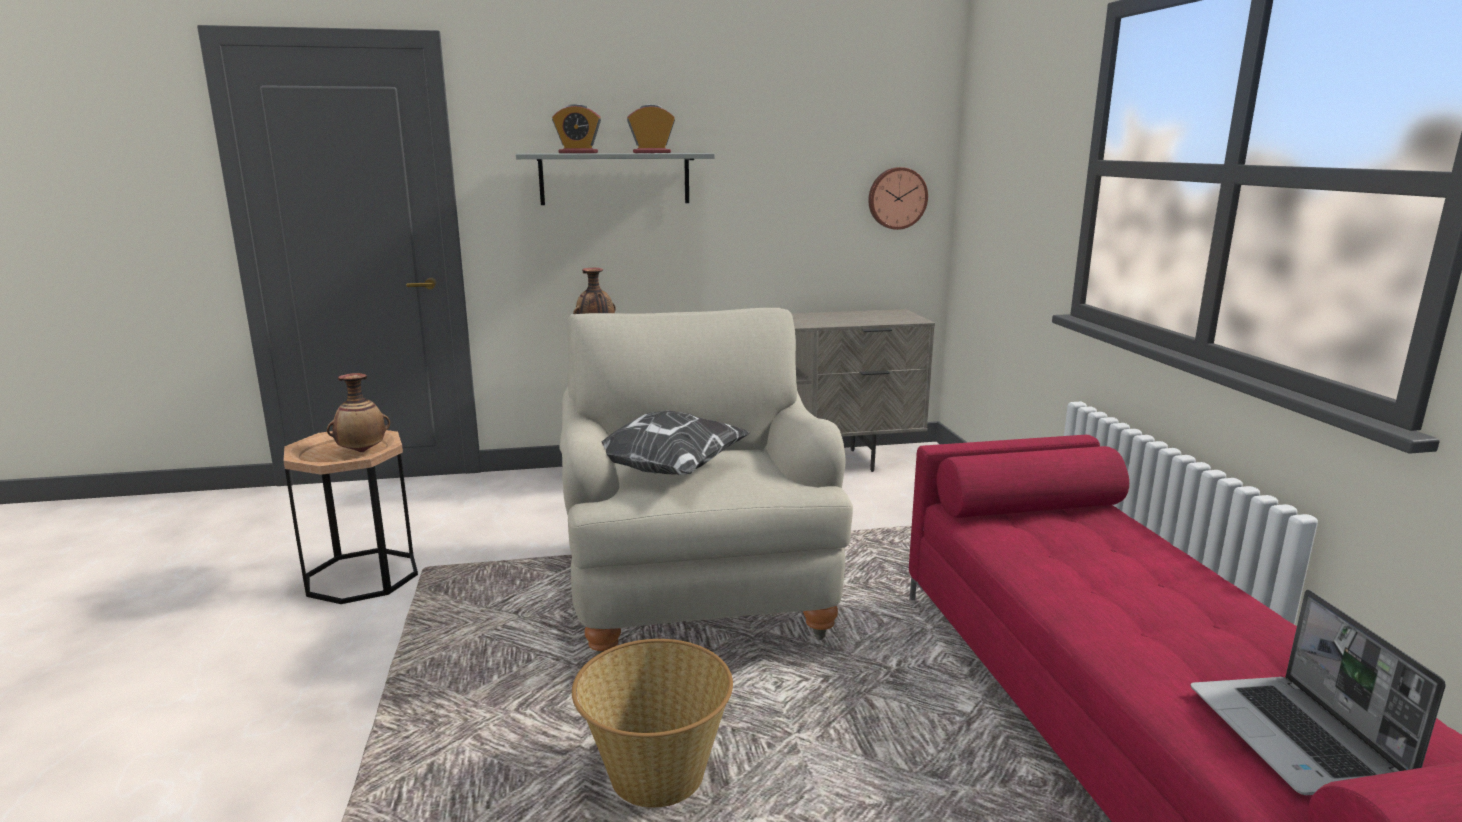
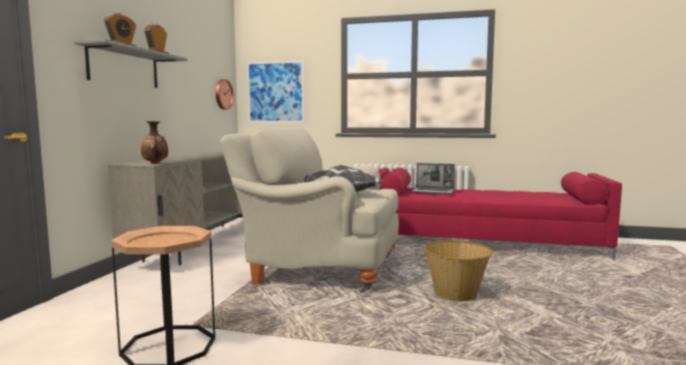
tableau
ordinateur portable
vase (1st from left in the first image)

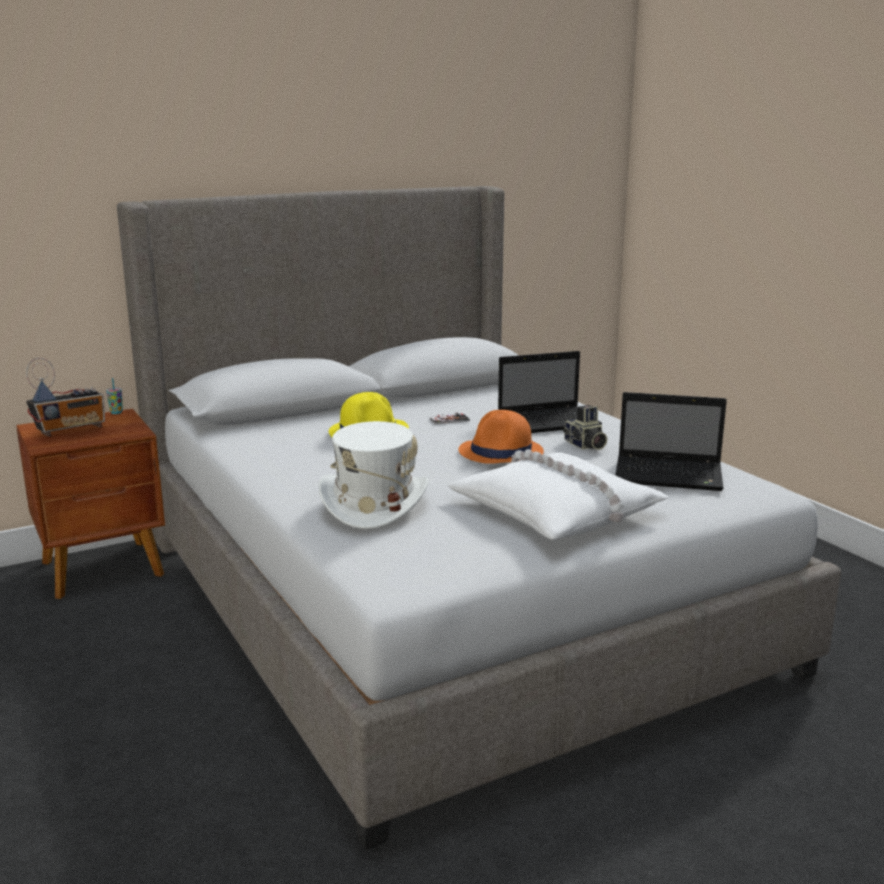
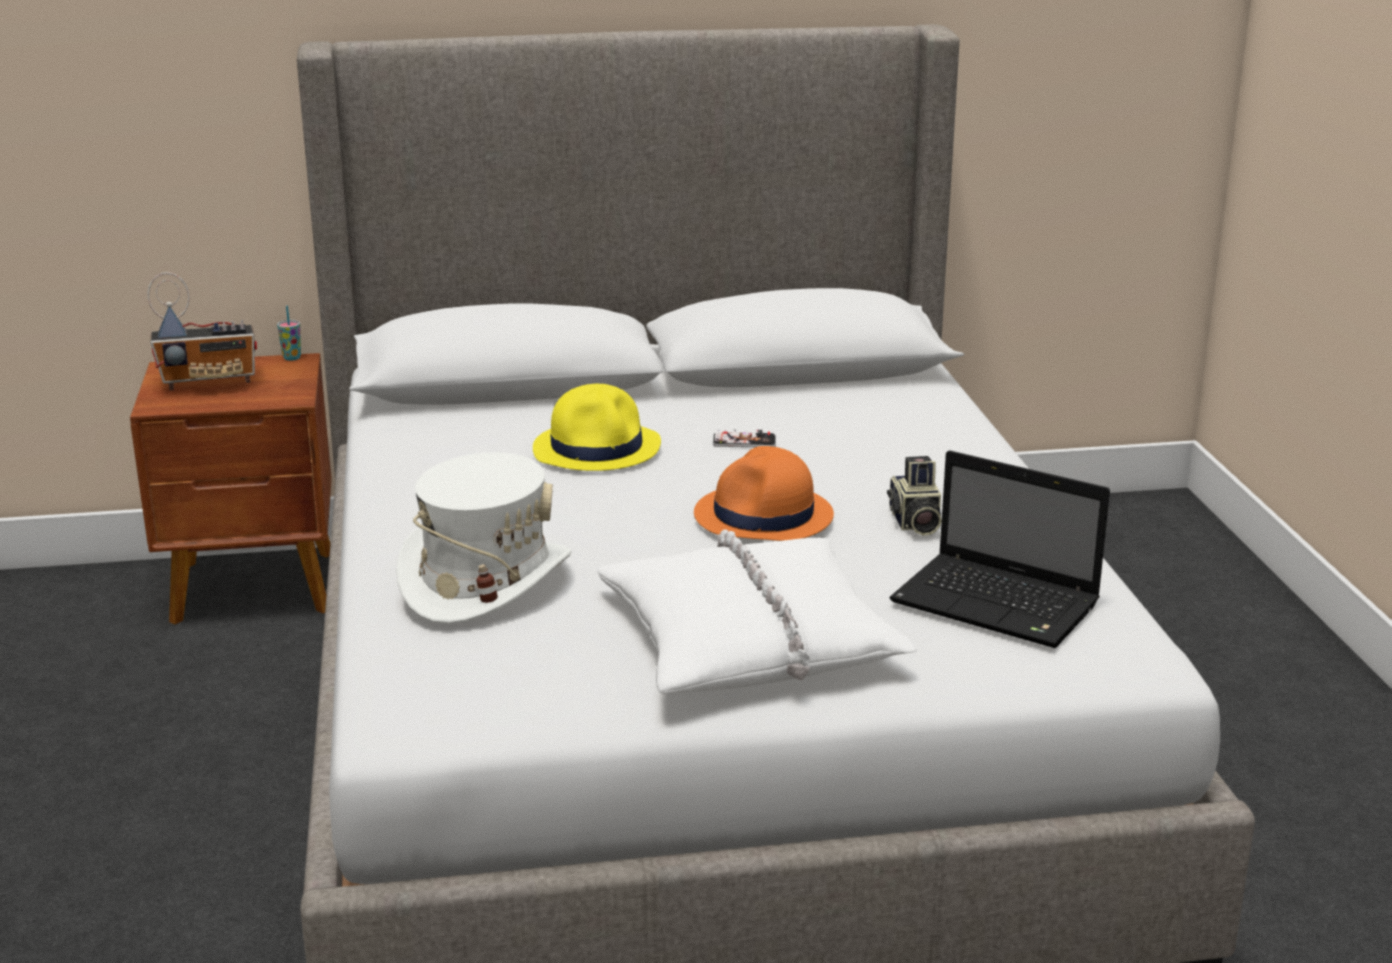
ordinateur portable (1st from left in the first image)

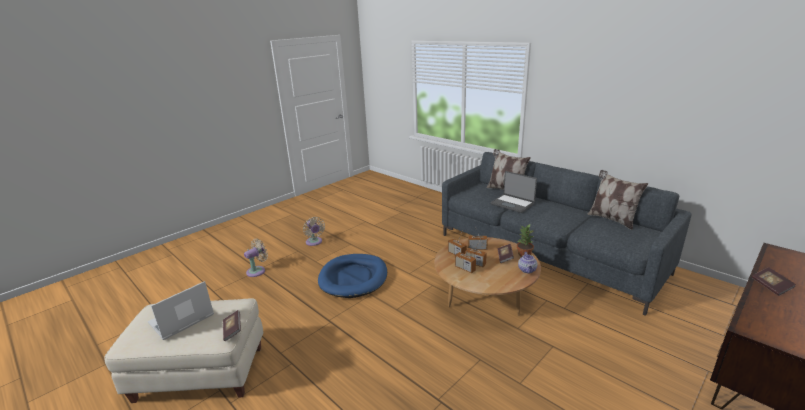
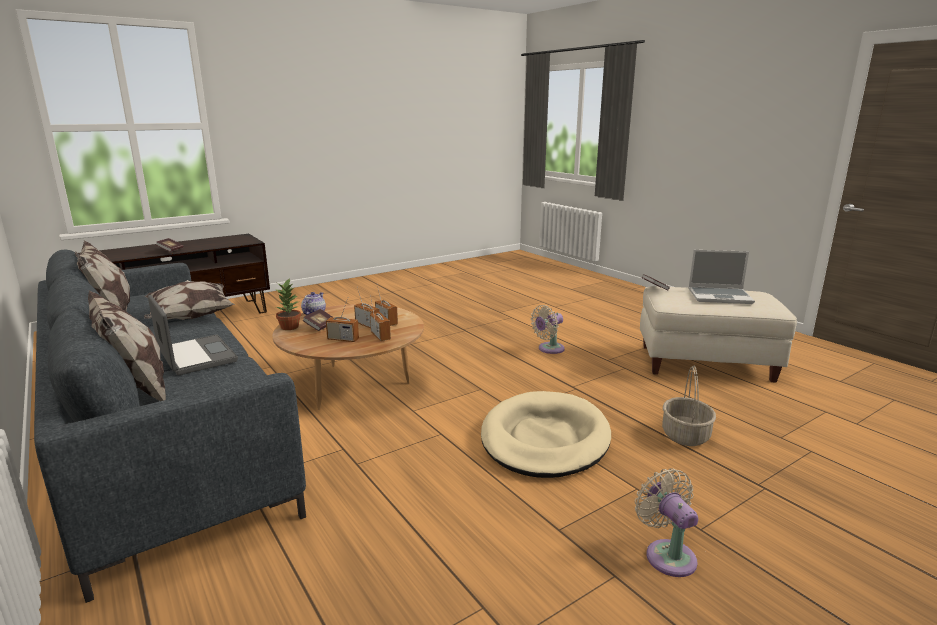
coussin (3rd from left)
panier pour chien (beige)
ventilateur (beige) (1st from left)
panier
ordinateur portable (2nd from left)

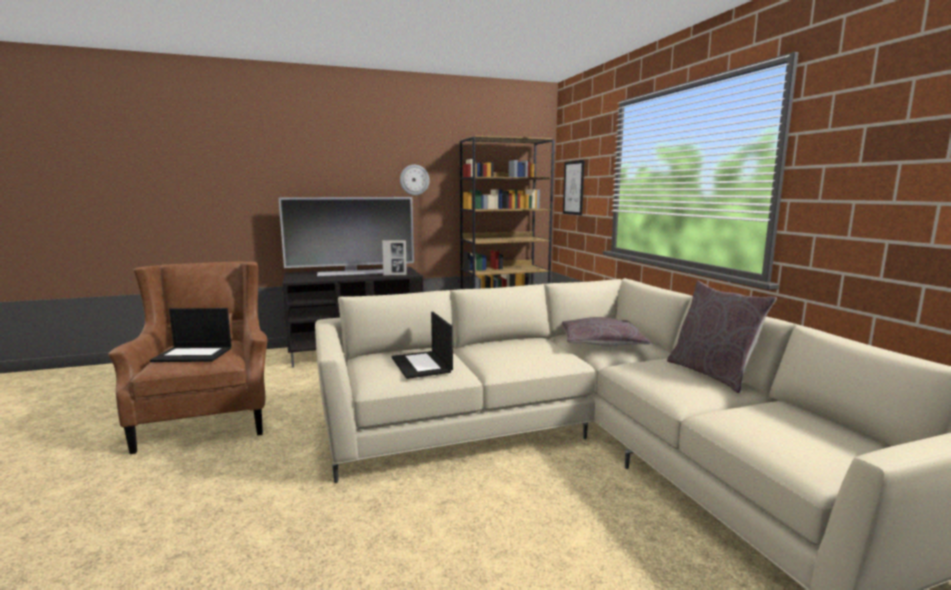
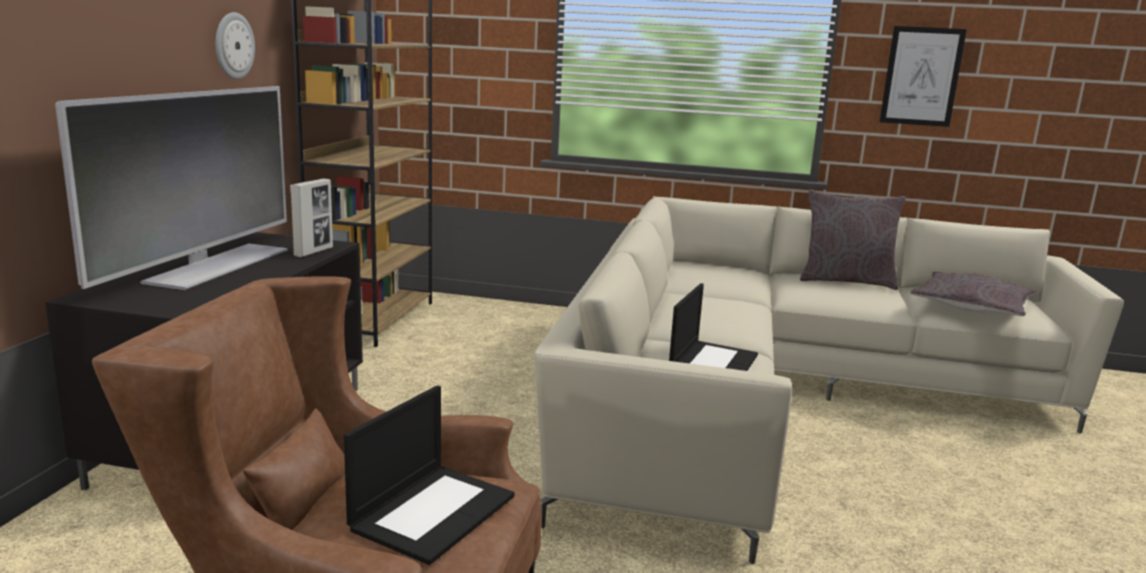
ordinateur portable (2nd from left)
tableau
coussin (gris) (2nd from left)

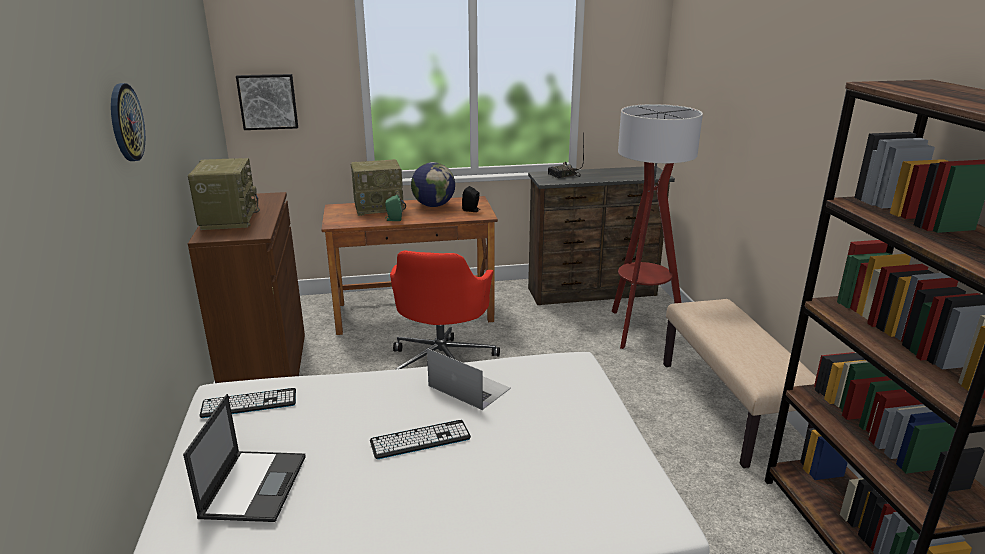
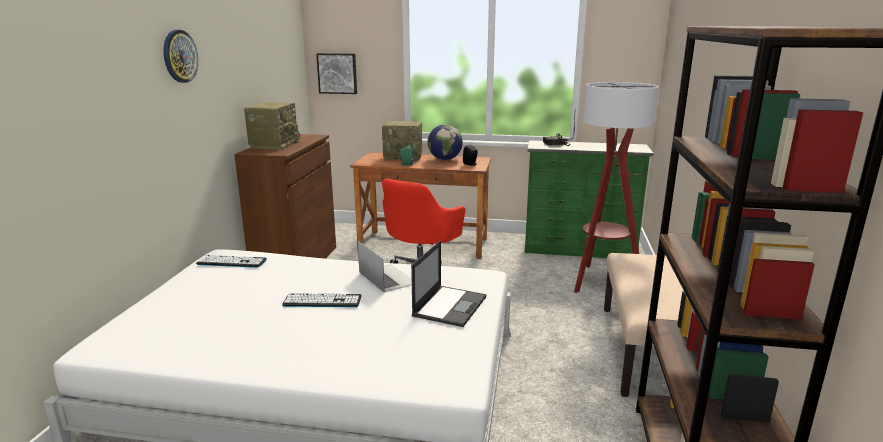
ordinateur portable (2nd from left)
commode (vert)

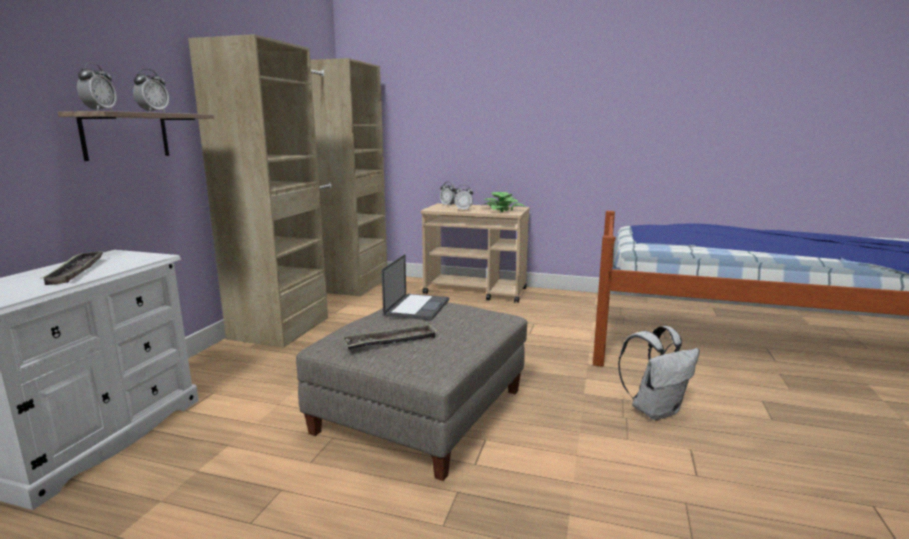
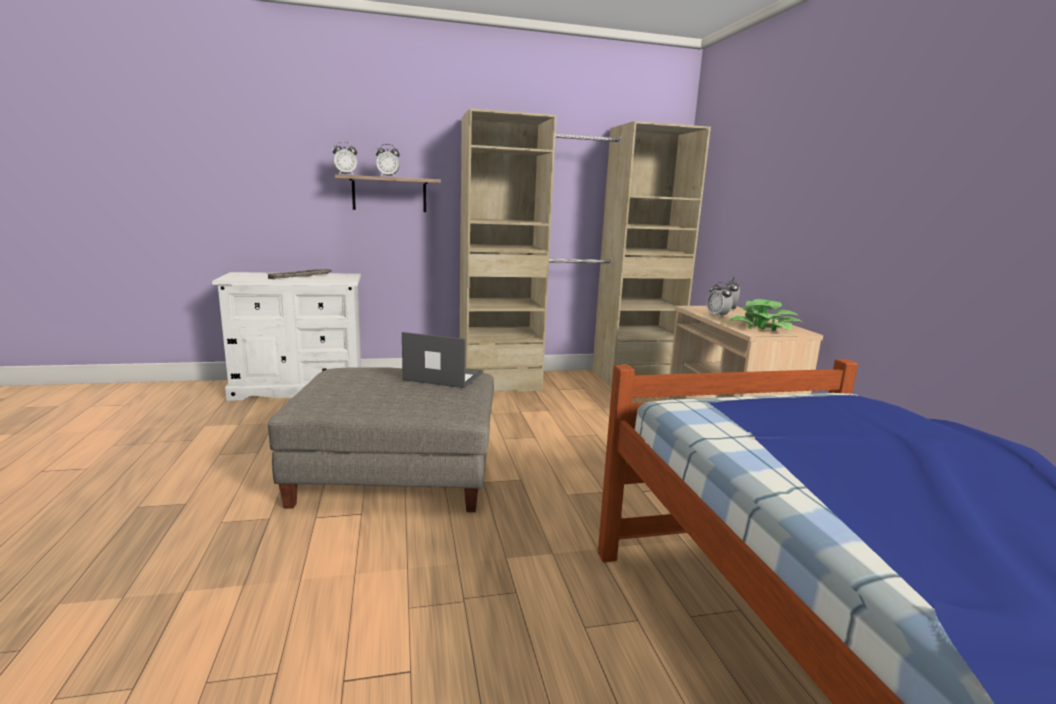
ordinateur portable
plateau (2nd from left in the first image)
sac à dos (blanc)

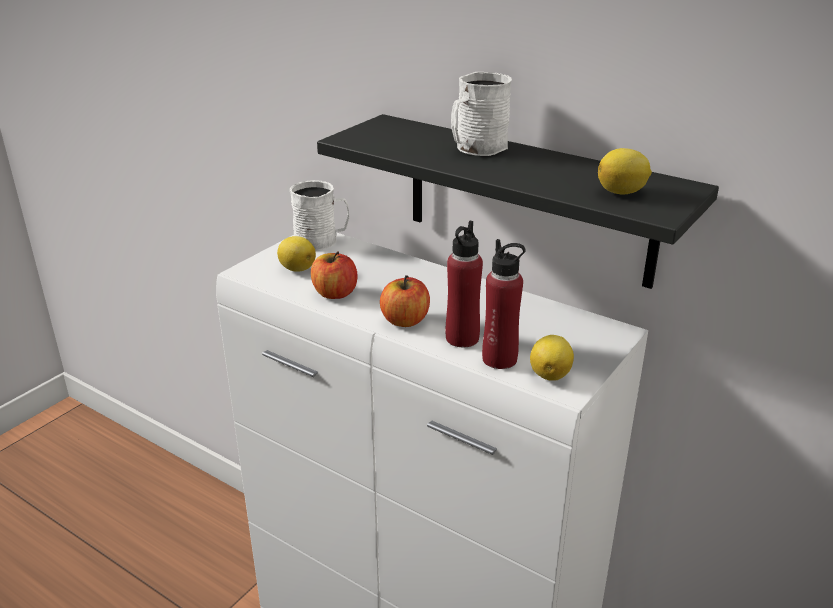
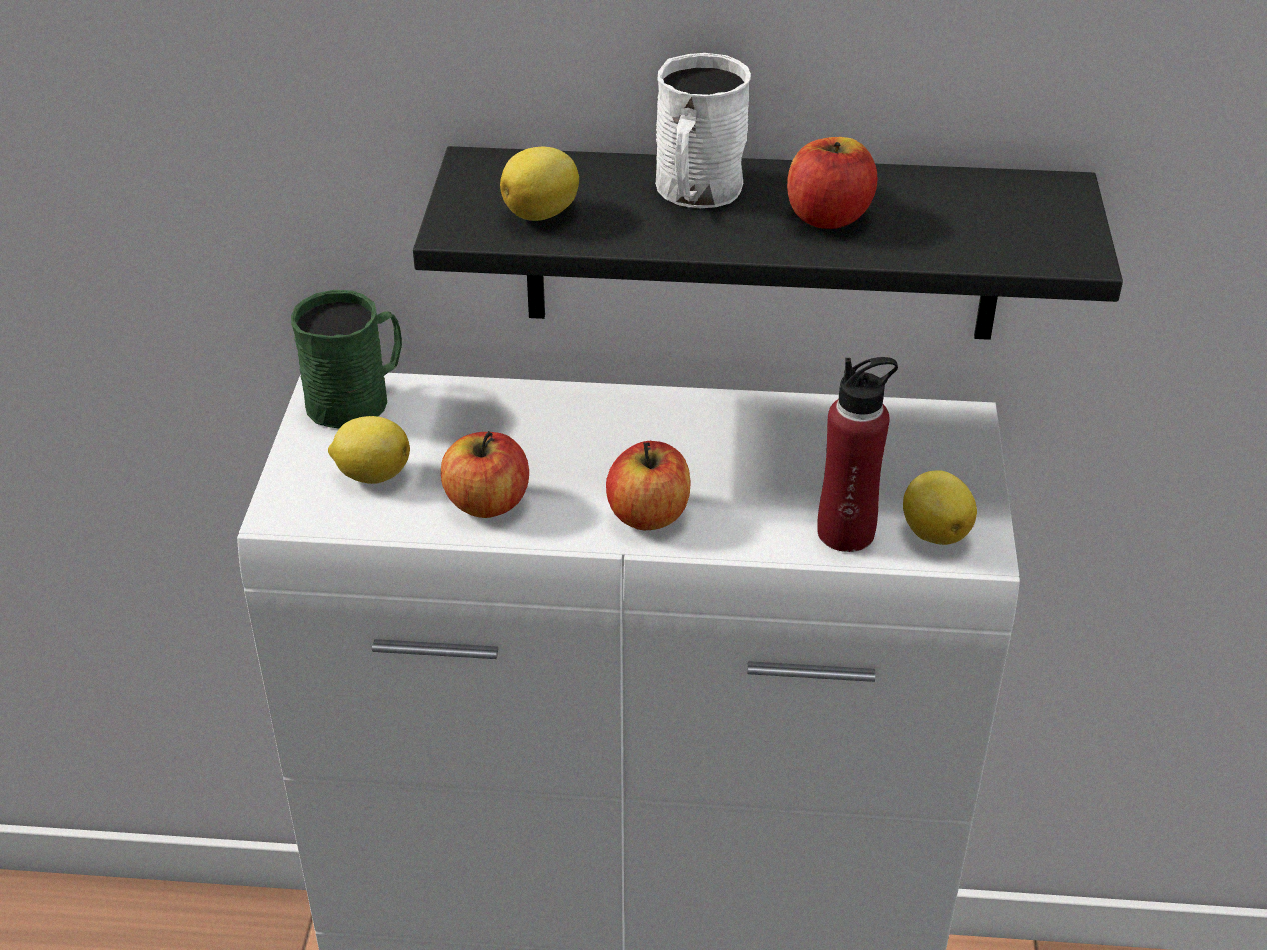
mug (vert)
citron (2nd from left)
pomme (3rd from left)
bouteille (rouge) (1st from left in the first image)

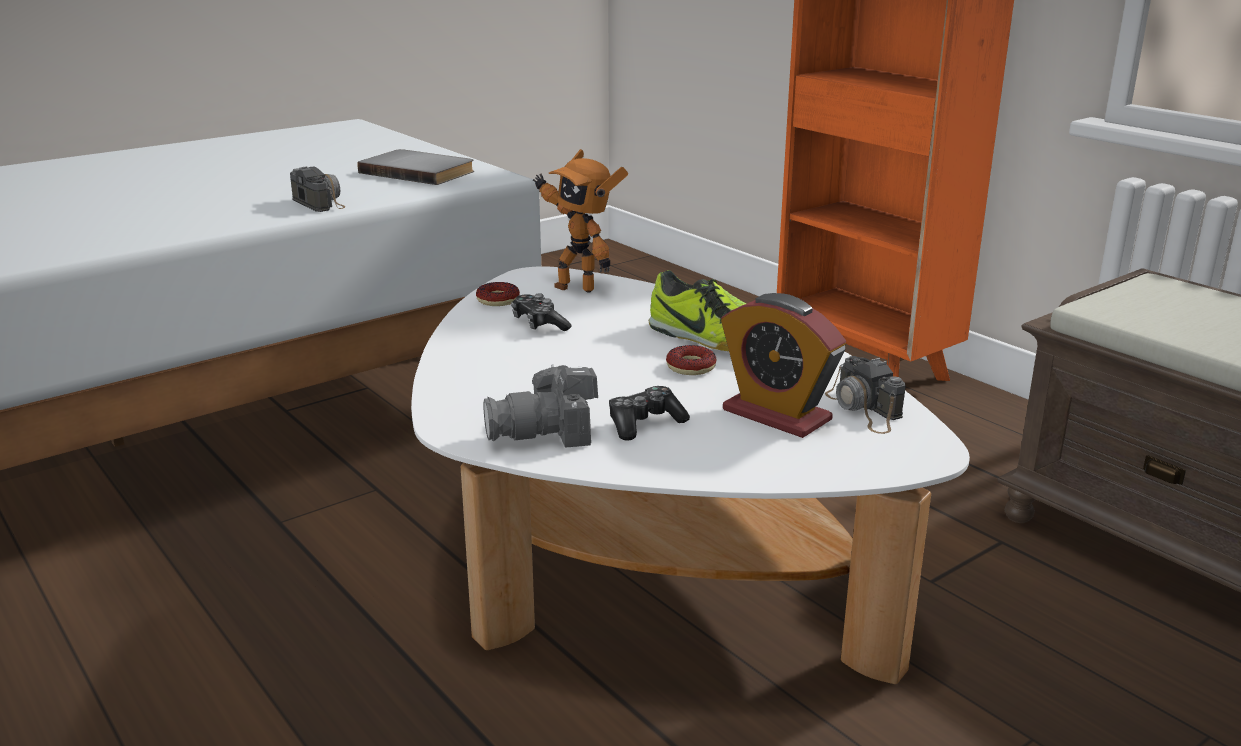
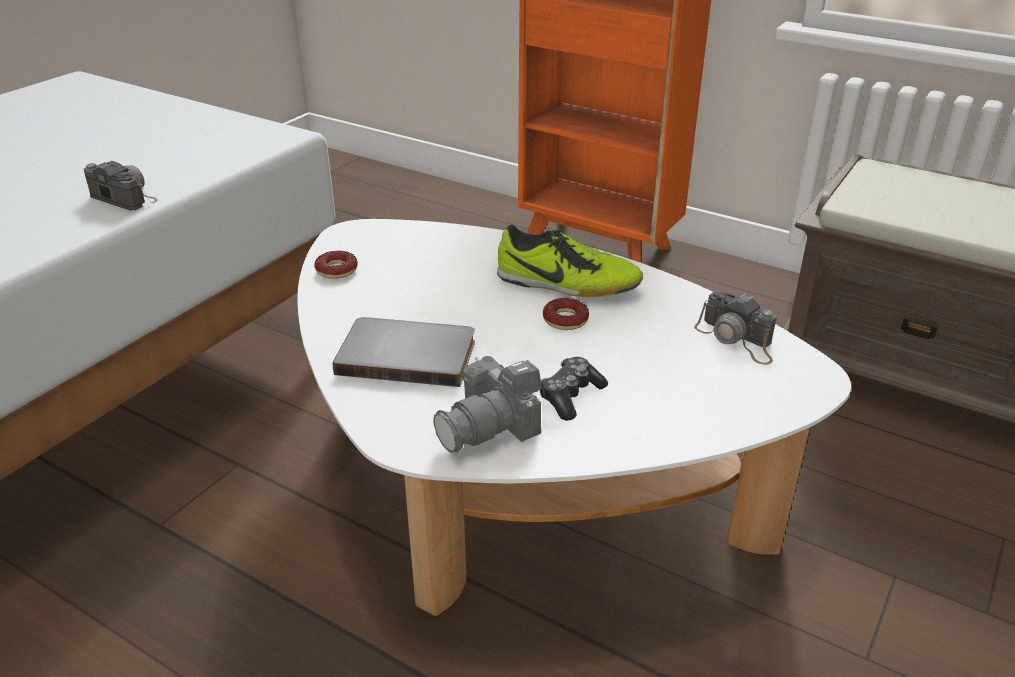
livre (gris)
manette (1st from left in the first image)
robot jouet
réveil

